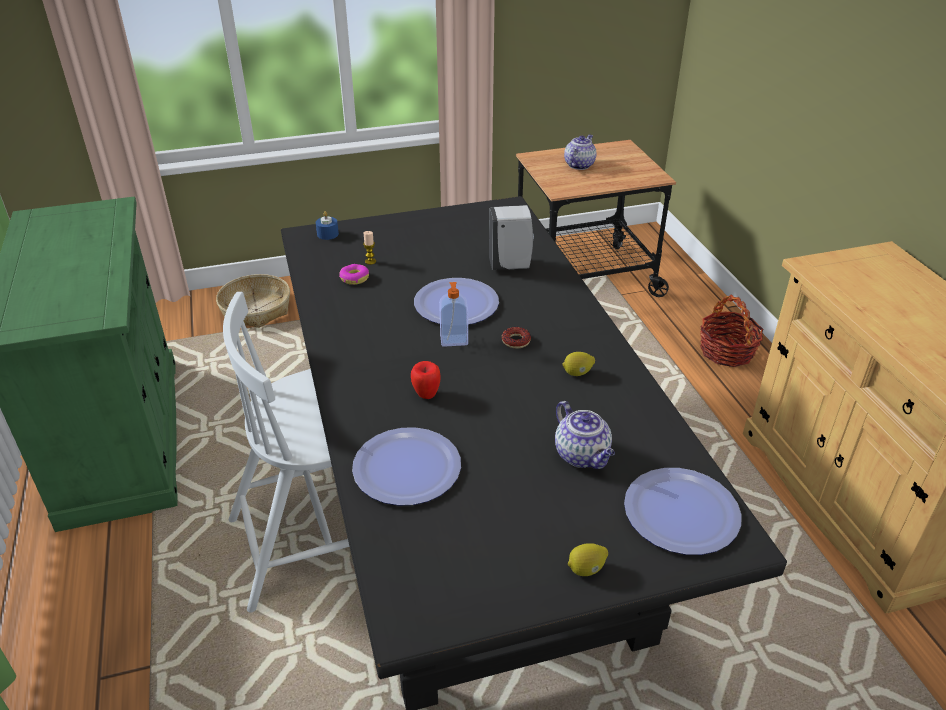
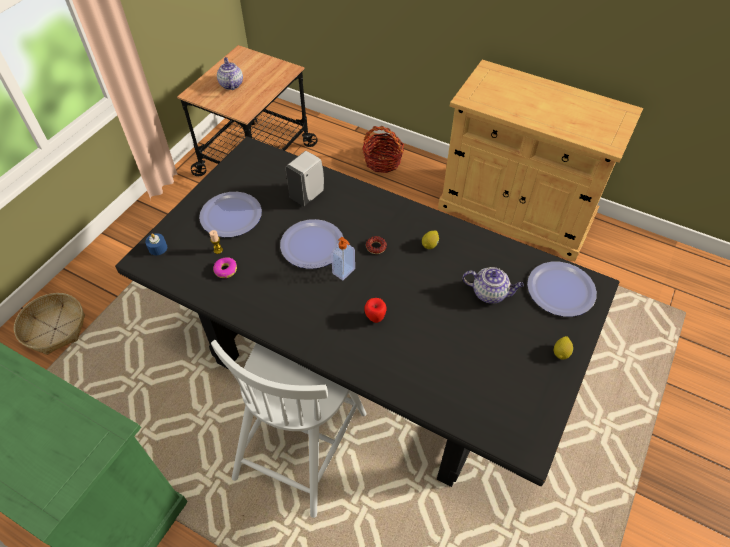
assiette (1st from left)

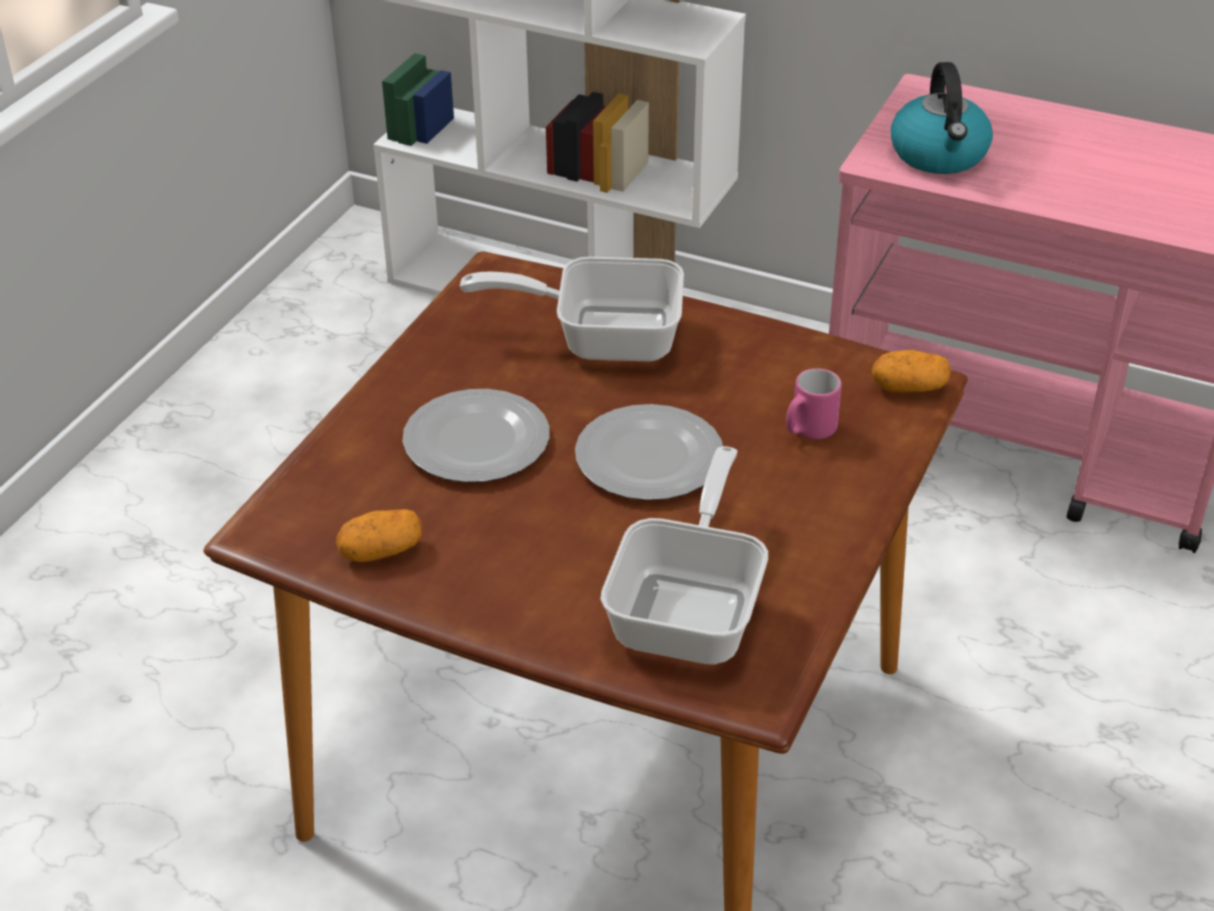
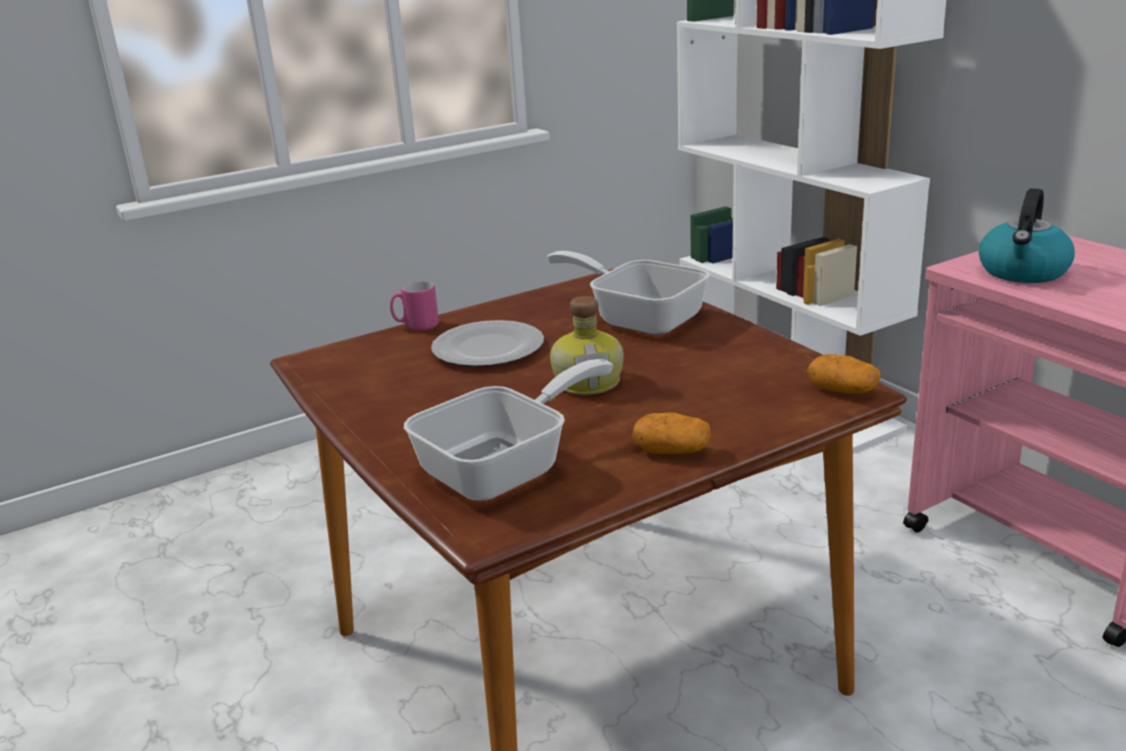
mug (rose)
bouteille
pomme de terre (1st from left)

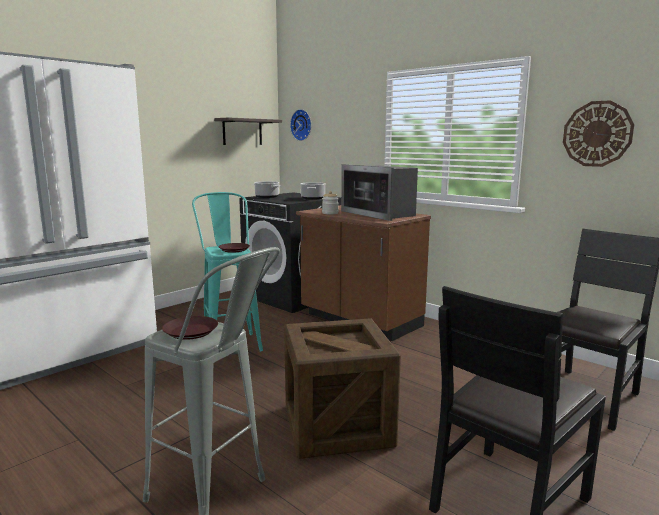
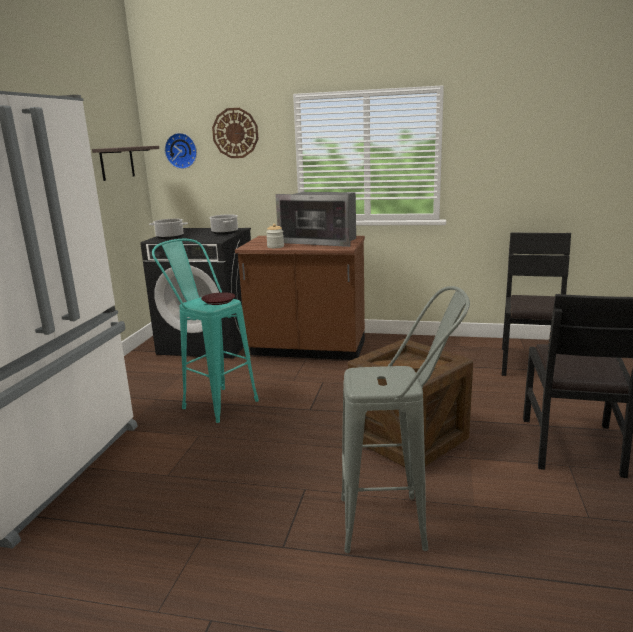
horloge murale (2nd from left)
assiette (marron) (1st from left in the first image)

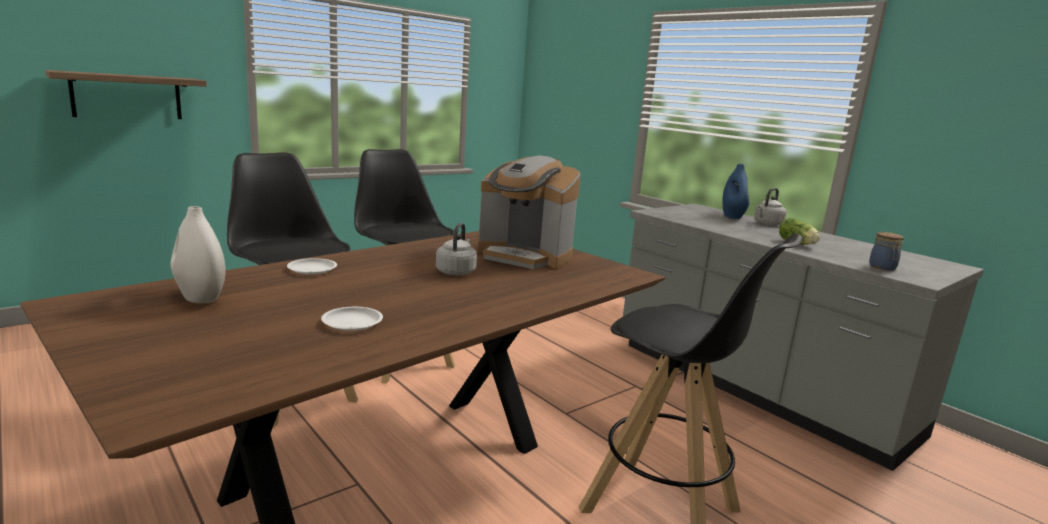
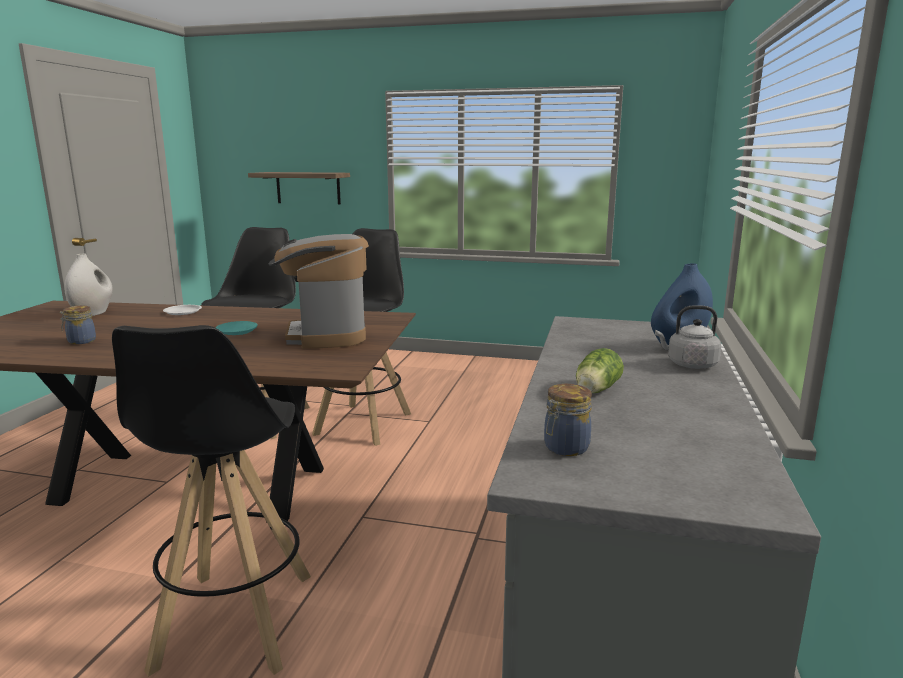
bocal (1st from left)
assiette (turquoise)

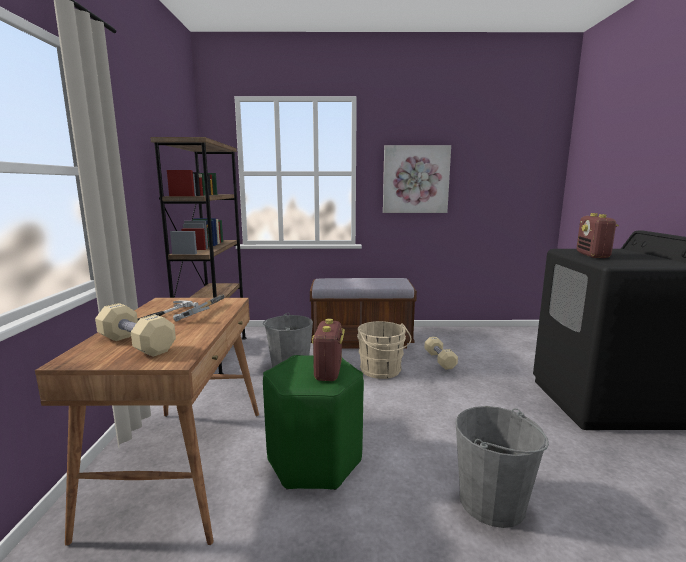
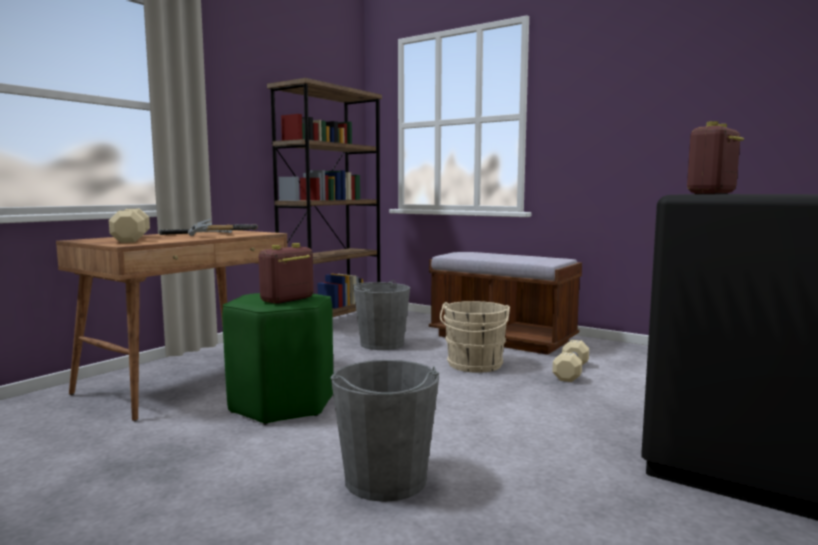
tableau

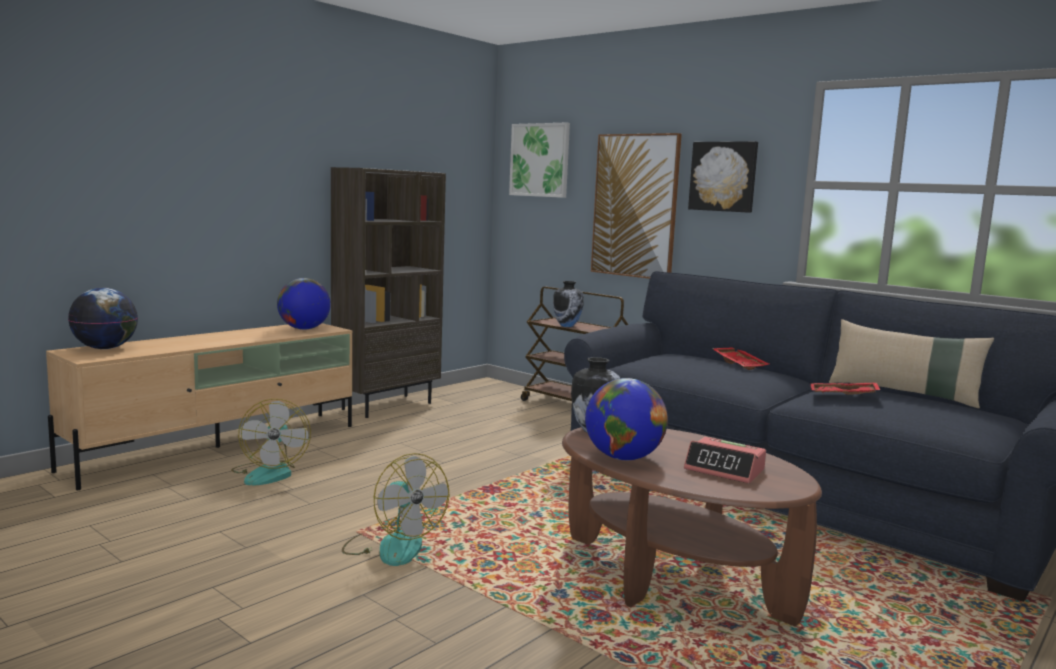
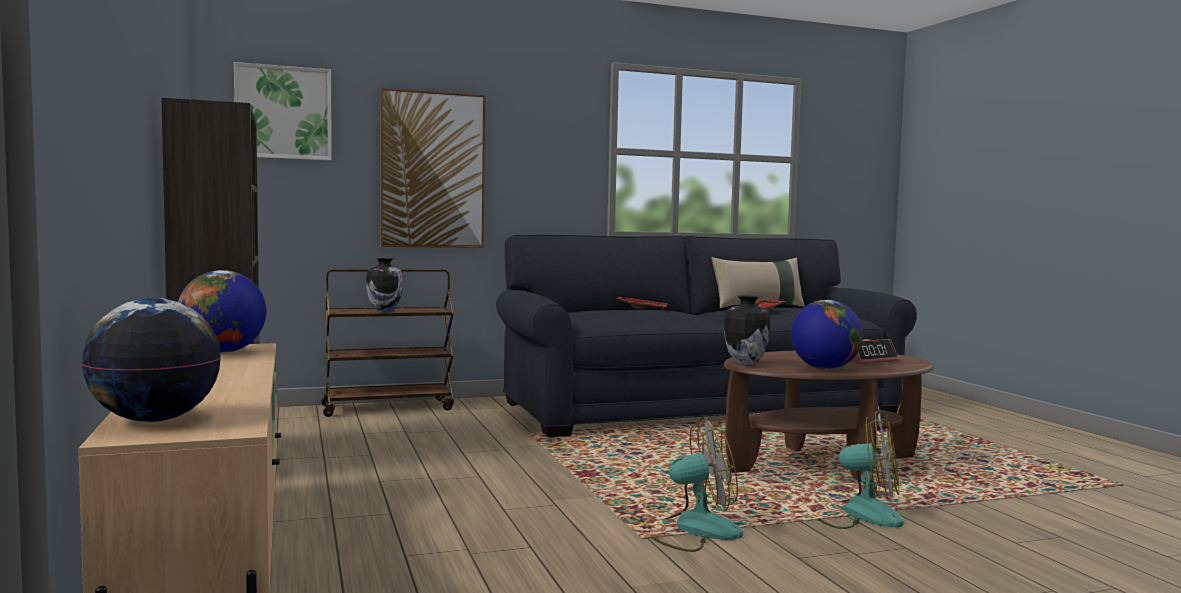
ventilateur (2nd from left)
tableau (3rd from left in the first image)

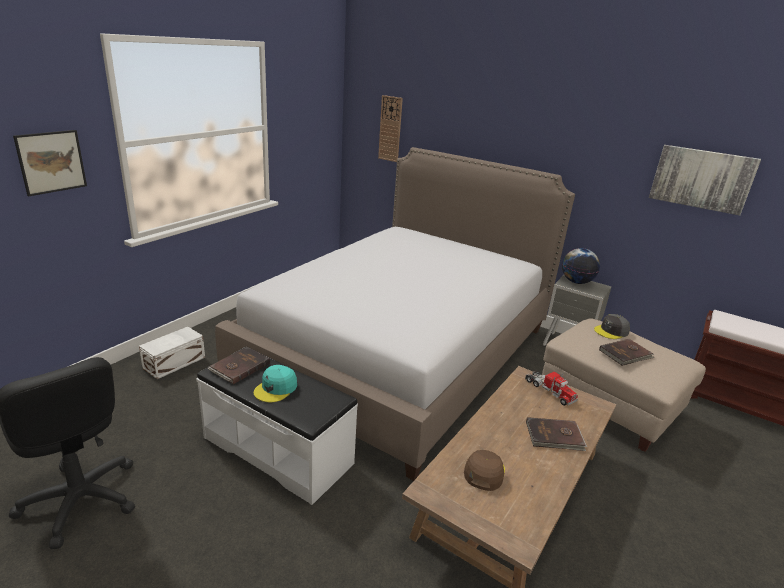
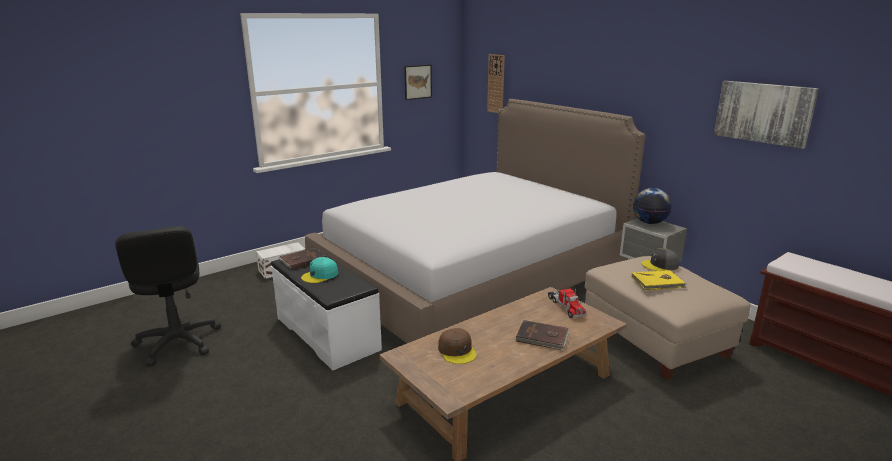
tableau (1st from left)
casquette (marron)
livre (jaune)

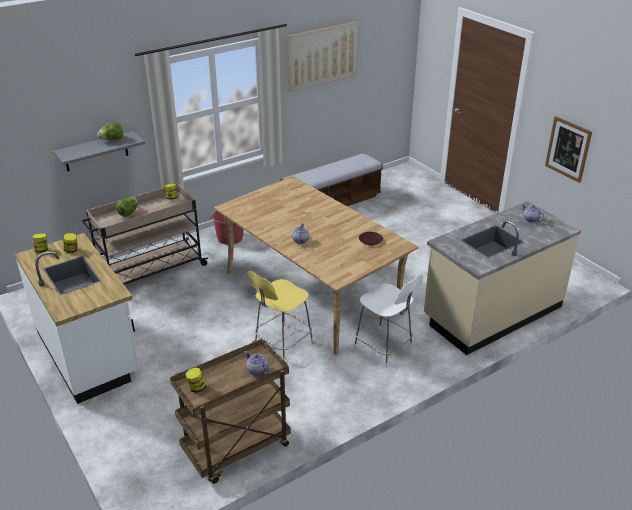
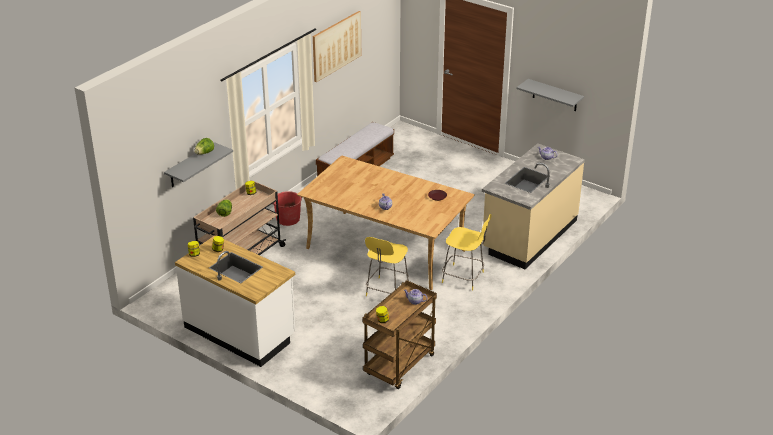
tabouret (jaune) (2nd from left)
étagère (gris) (2nd from left)

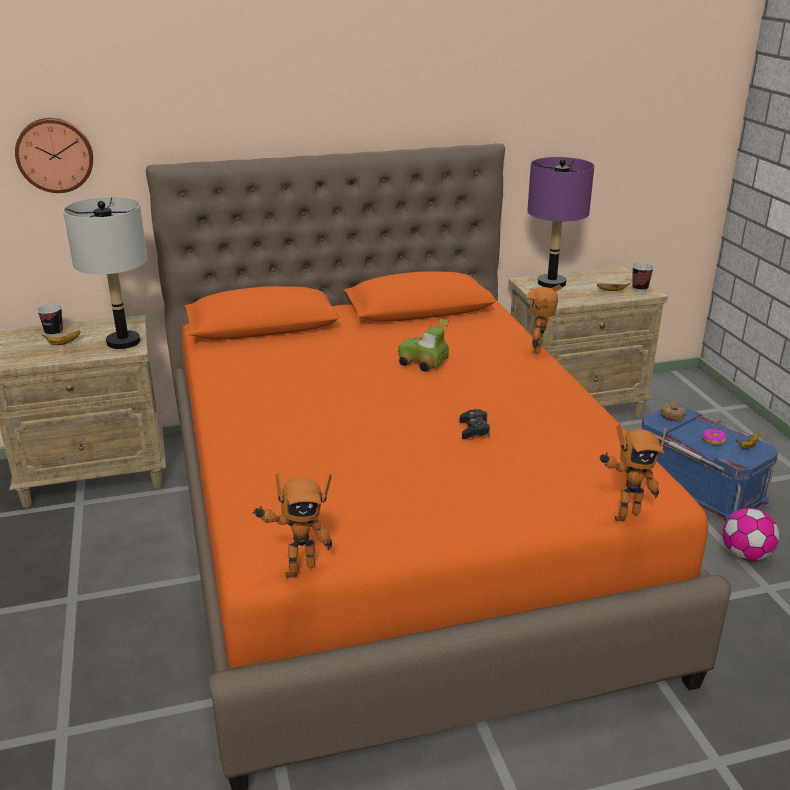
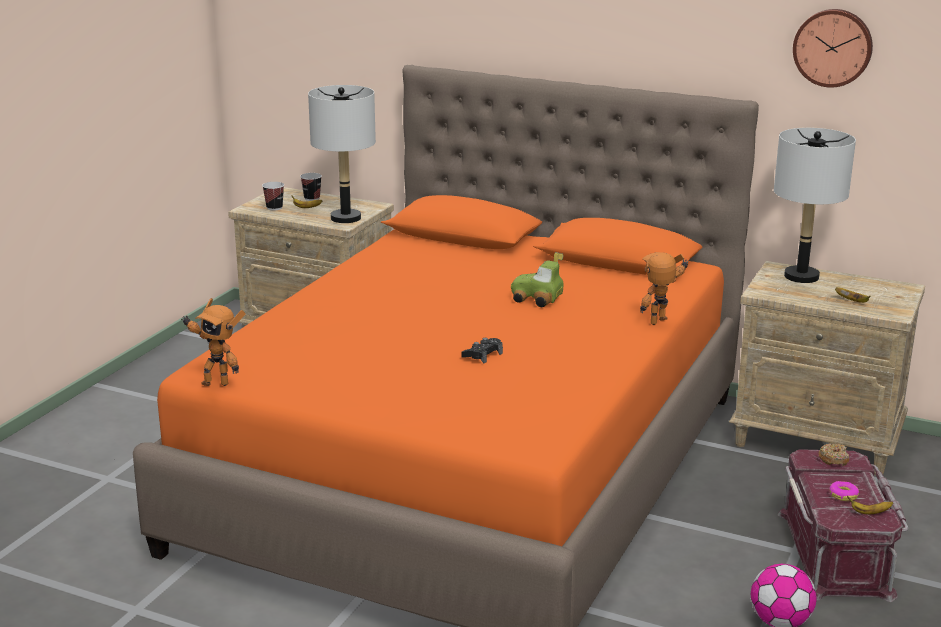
tasse (1st from left)
petite voiture
lampe de table (gris) (2nd from left)
boîte de rangement (rouge)
horloge murale
robot jouet (3rd from left in the first image)

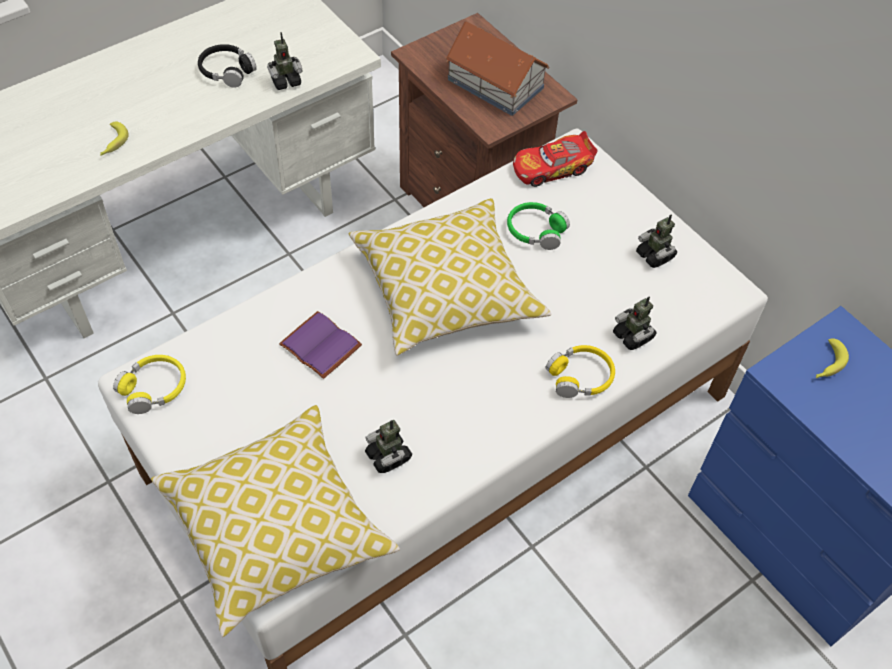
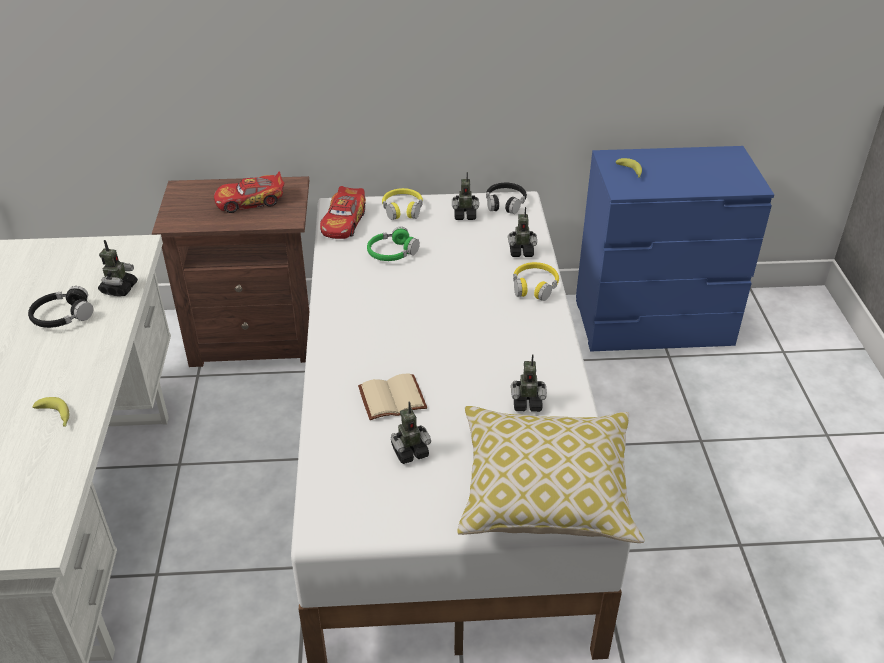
petite voiture (1st from left)
livre (beige)
casque audio (jaune) (1st from left)
robot jouet (2nd from left)
casque audio (noir) (2nd from left)
coussin (2nd from left in the first image)

